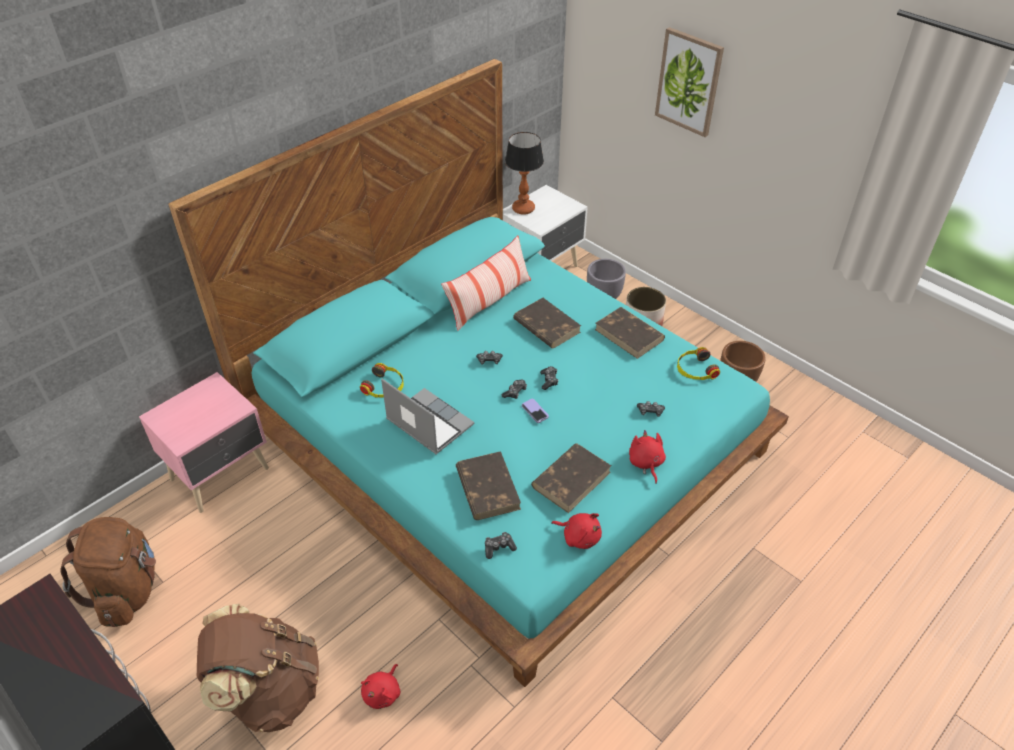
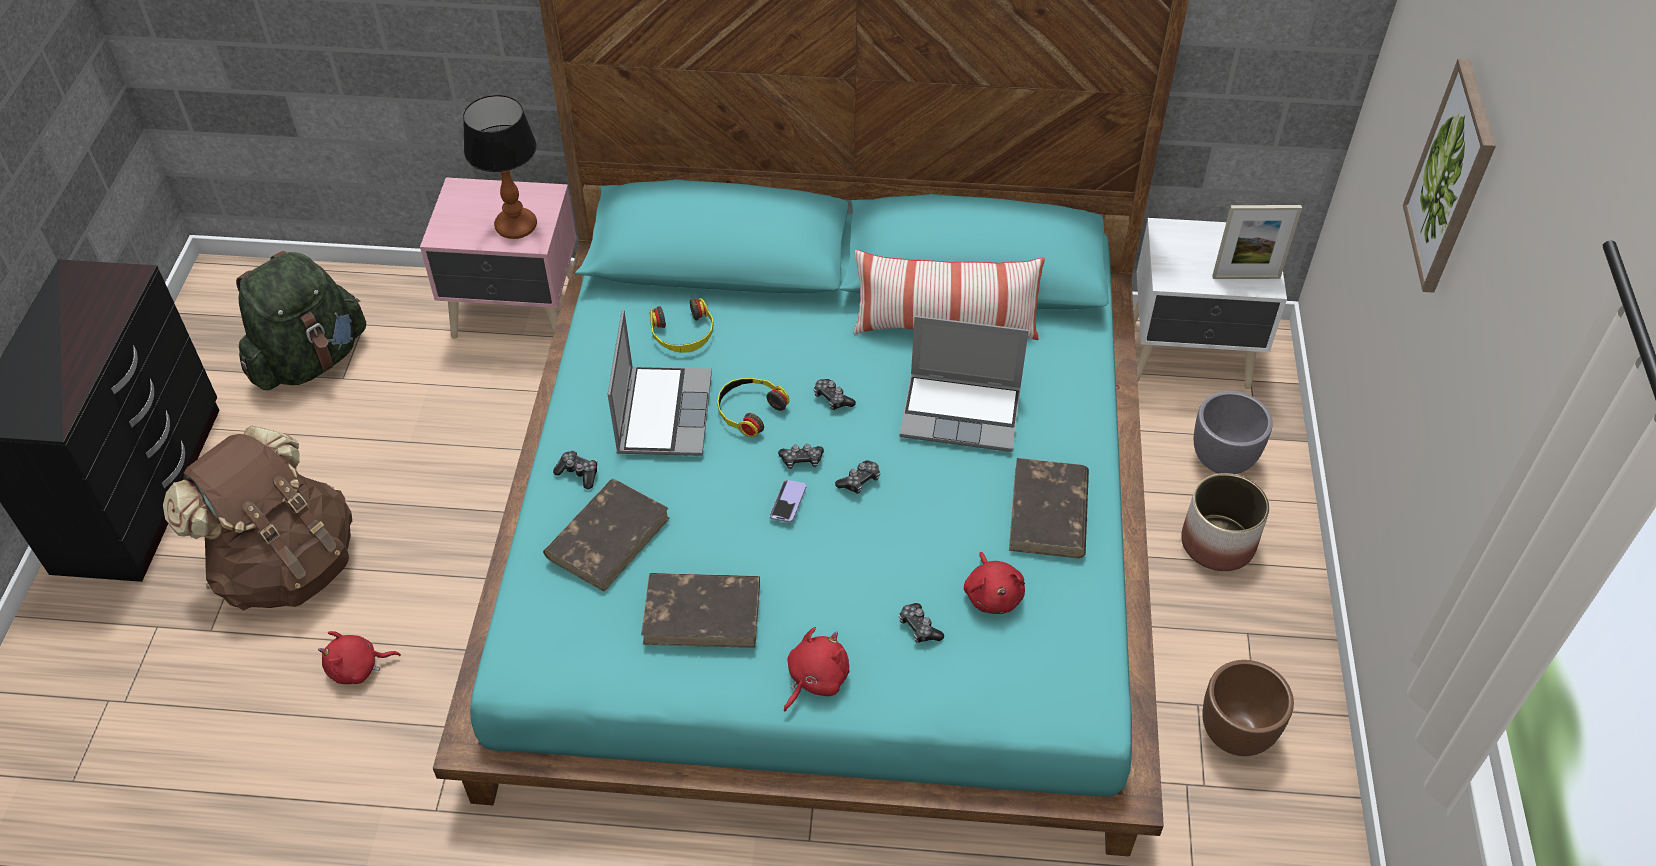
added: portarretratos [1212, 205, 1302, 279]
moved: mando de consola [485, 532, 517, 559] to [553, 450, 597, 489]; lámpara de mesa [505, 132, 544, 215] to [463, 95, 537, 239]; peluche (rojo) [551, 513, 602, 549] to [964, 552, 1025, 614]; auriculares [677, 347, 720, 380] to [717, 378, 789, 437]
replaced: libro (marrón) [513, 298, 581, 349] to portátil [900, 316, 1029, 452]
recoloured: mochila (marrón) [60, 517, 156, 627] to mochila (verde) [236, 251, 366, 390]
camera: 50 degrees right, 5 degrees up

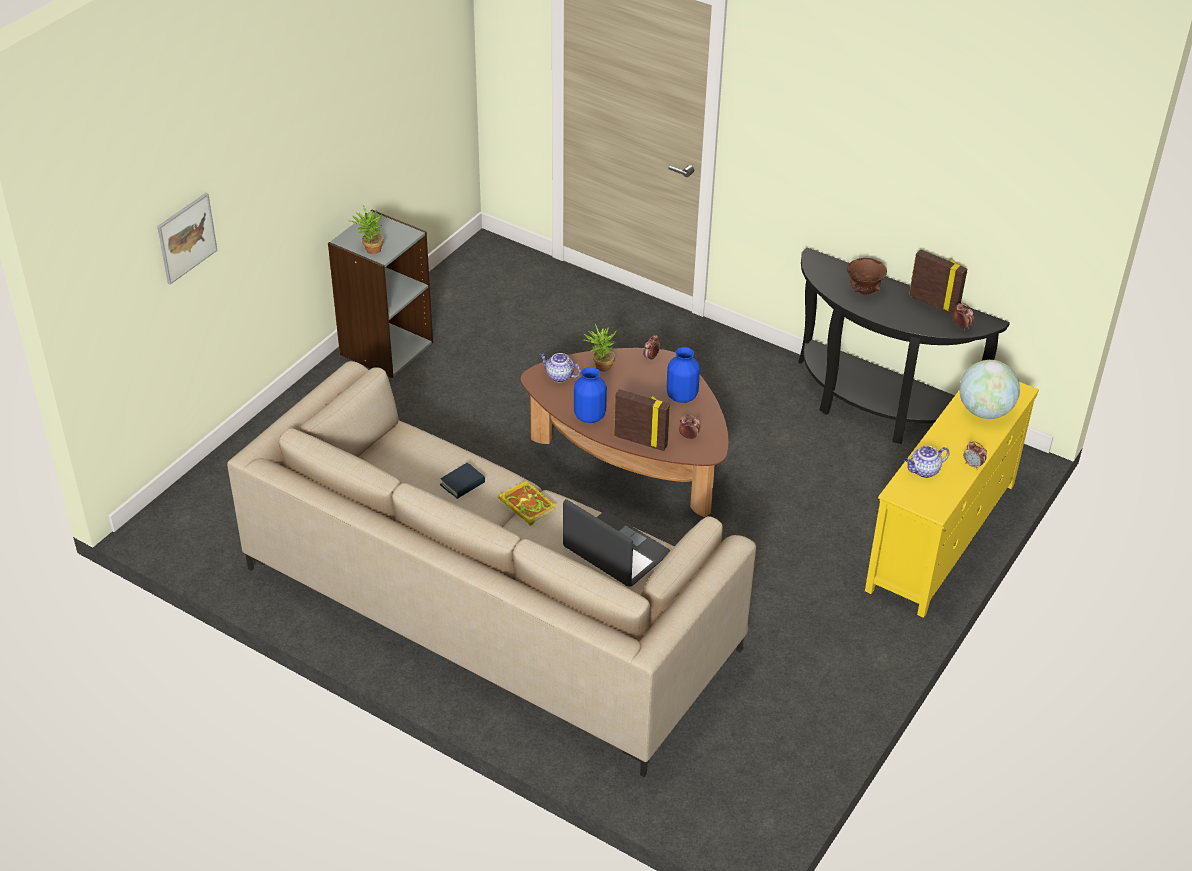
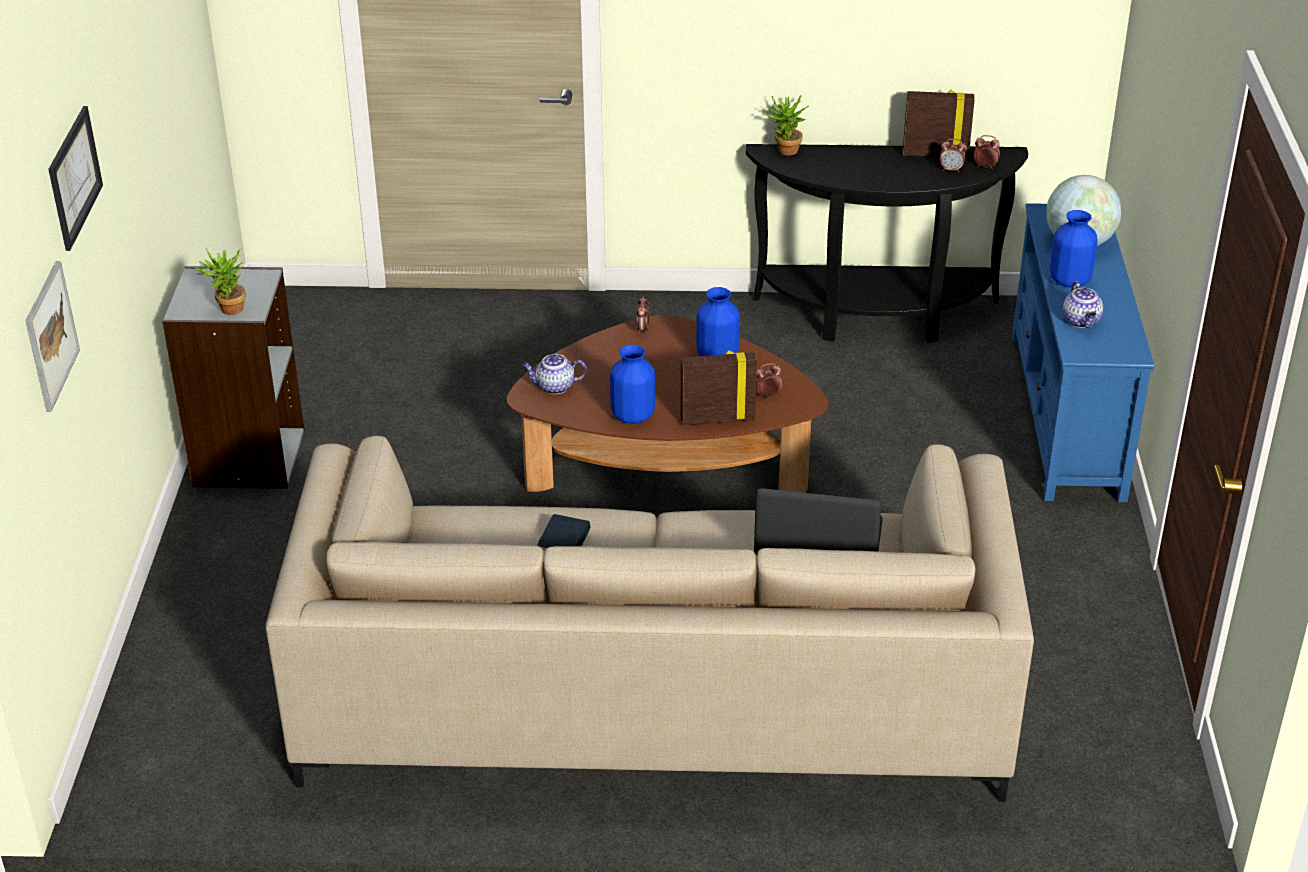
removed: libro [497, 481, 556, 526]; cuenco (marrón) [847, 258, 887, 294]
added: cuadro [48, 106, 103, 251]; florero (azul) [1050, 210, 1098, 288]
moved: planta en maceta [583, 323, 617, 372] to [764, 96, 809, 156]; despertador [964, 441, 987, 470] to [940, 139, 967, 172]
recoloured: mueble de televisión (amarillo) [865, 382, 1039, 618] to mueble de televisión (azul) [1012, 203, 1155, 502]
turned: tetera [905, 446, 949, 478] = [1063, 281, 1103, 328] 45 degrees counterclockwise
camera: 30 degrees left, 5 degrees down

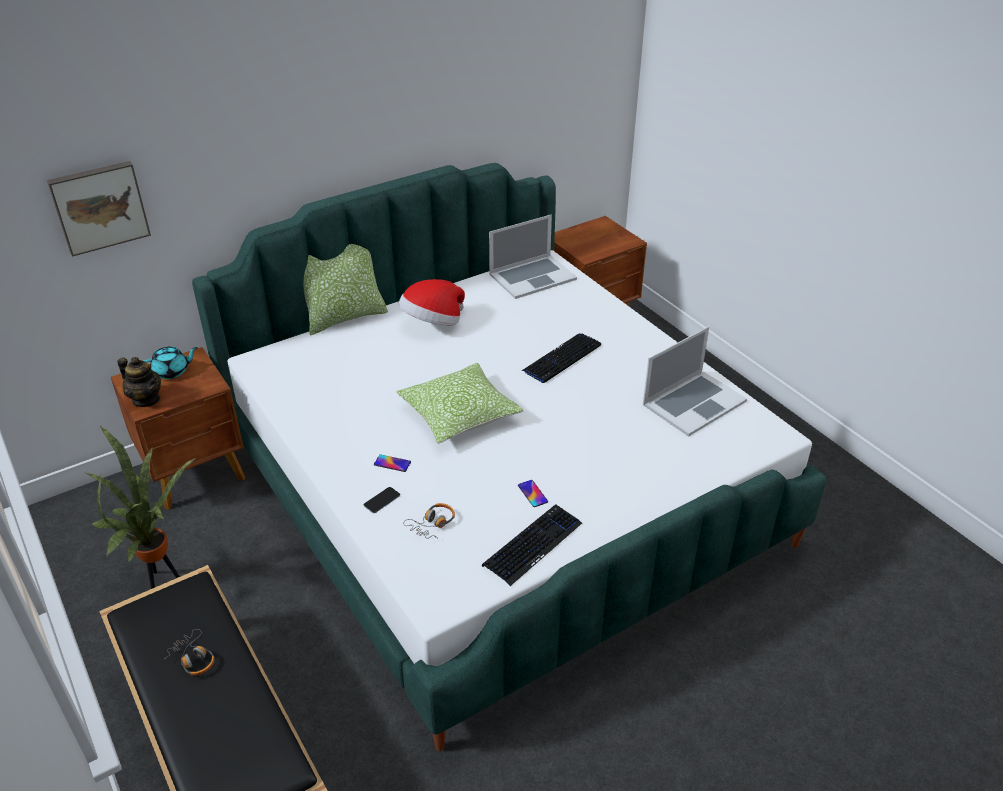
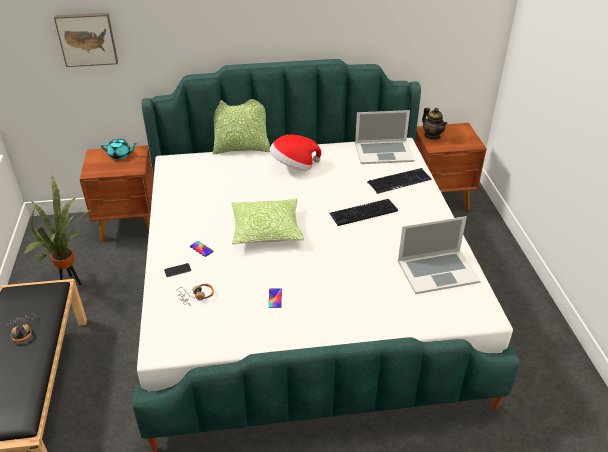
moved: tetera [117, 357, 161, 407] to [422, 108, 447, 140]; teclado [482, 504, 582, 586] to [367, 168, 432, 194]
camera: 25 degrees right, 0 degrees up

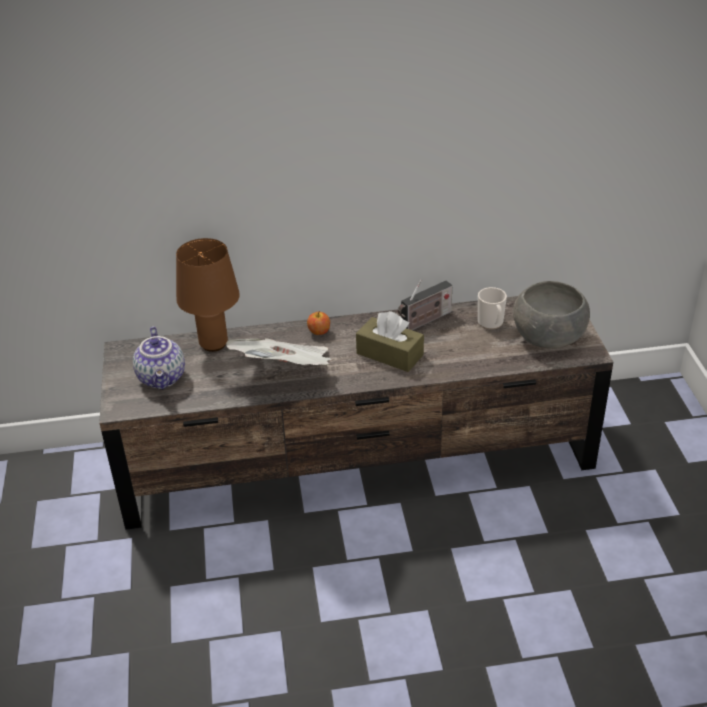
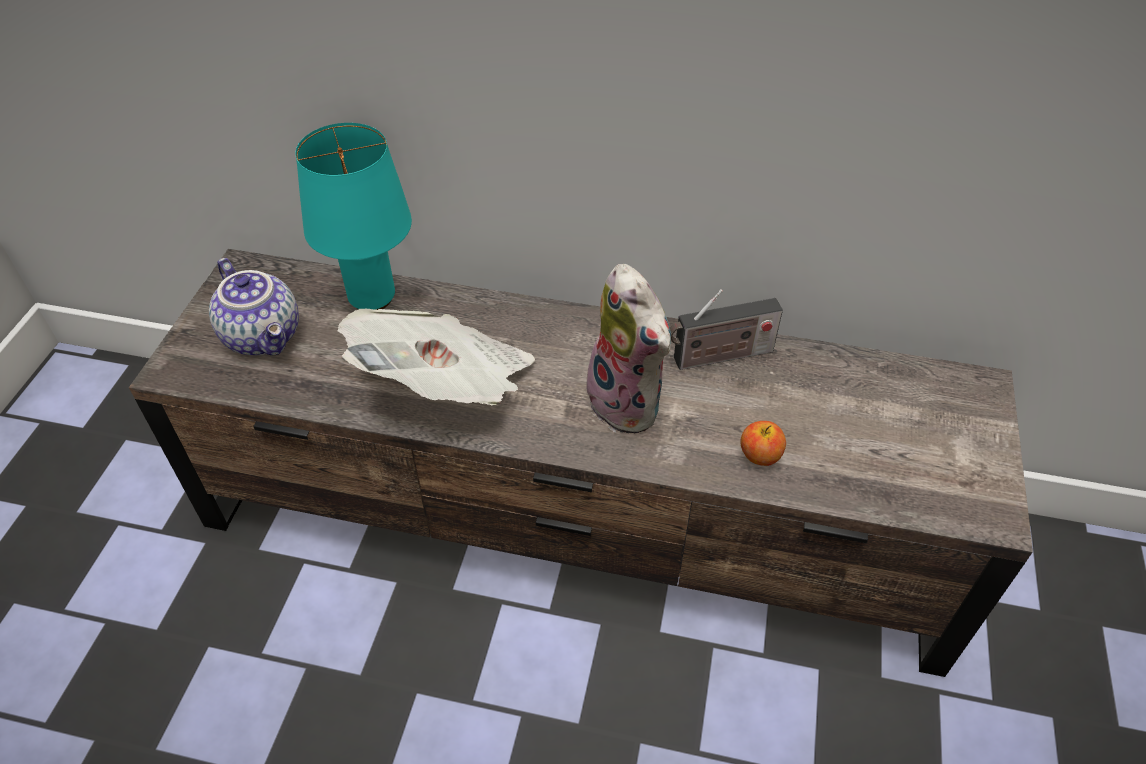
removed: taza grande [478, 287, 507, 329]; cuenco (gris) [513, 281, 590, 349]
moved: manzana [307, 311, 330, 335] to [740, 421, 786, 466]
replaced: caja de pañuelos (marrón) [356, 311, 424, 372] to peluche [580, 264, 671, 433]
recoloured: lámpara de mesa (marrón) [176, 238, 240, 352] to lámpara de mesa (turquesa) [295, 123, 412, 310]
turned: tetera [133, 326, 185, 390] = [209, 258, 299, 356] 45 degrees counterclockwise
camera: 20 degrees right, 10 degrees up

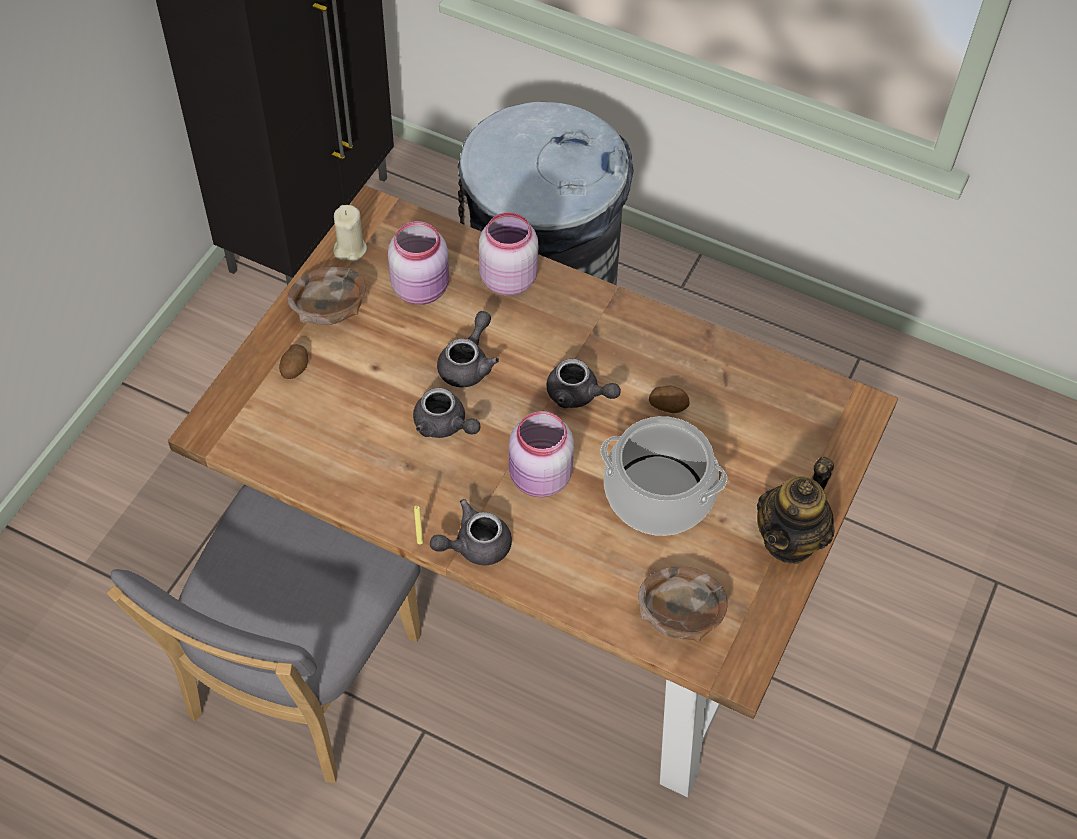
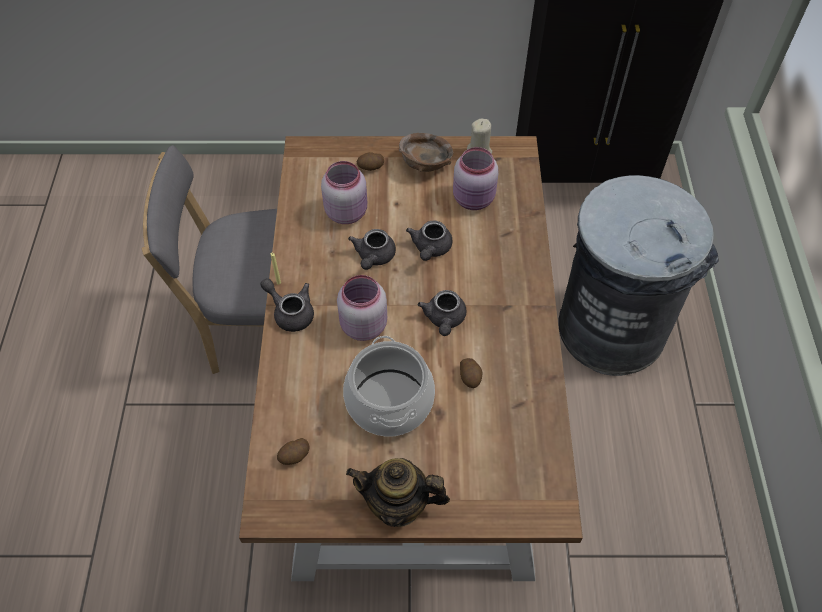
moved: tarro (rosa) [479, 212, 538, 296] to [321, 161, 367, 224]
replaced: cuenco (marrón) [638, 567, 728, 642] to patata [277, 438, 310, 465]
turned: tetera (gris) [437, 311, 499, 387] = [406, 221, 453, 261] 105 degrees clockwise
camera: 65 degrees right, 0 degrees up

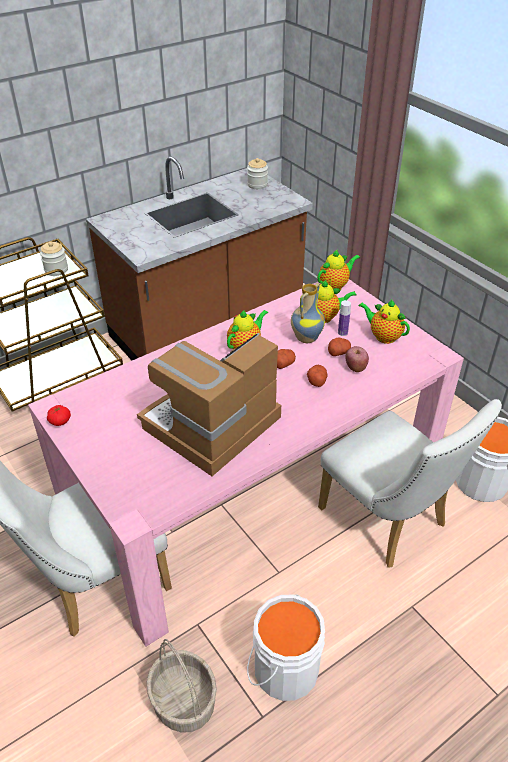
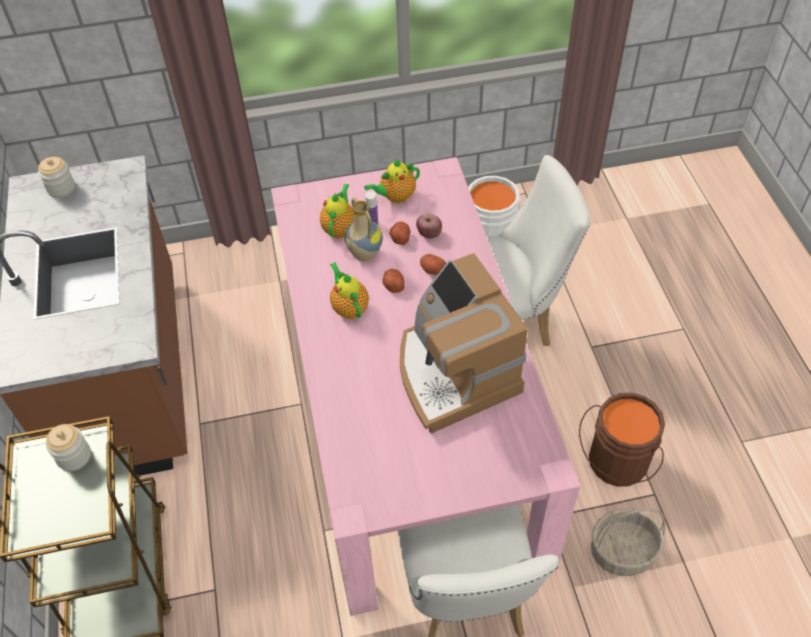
removed: tomate [47, 405, 71, 426]; tetera [317, 249, 360, 290]
recoloured: cubo (blanco) [247, 594, 325, 701] to cubo (marrón) [579, 393, 665, 487]
camera: 65 degrees left, 10 degrees up

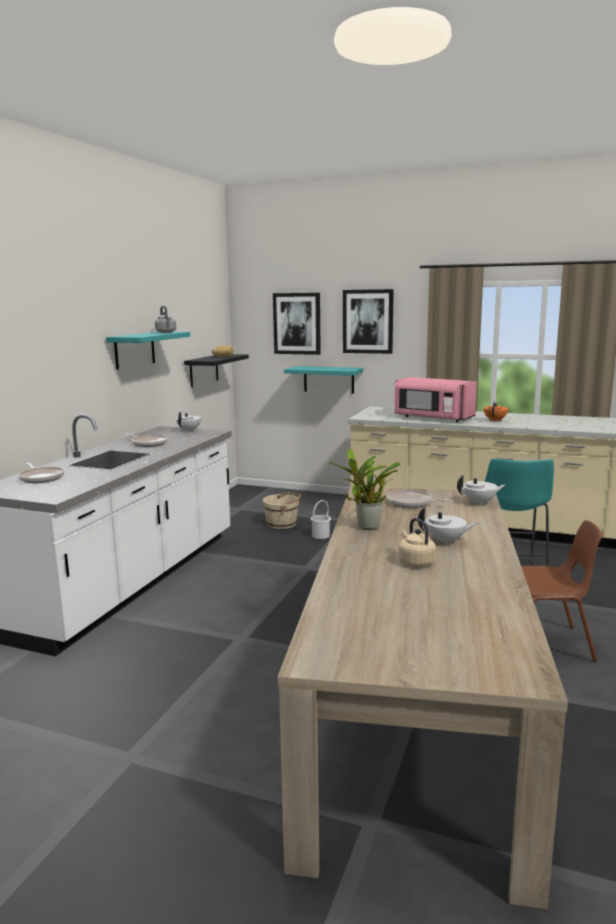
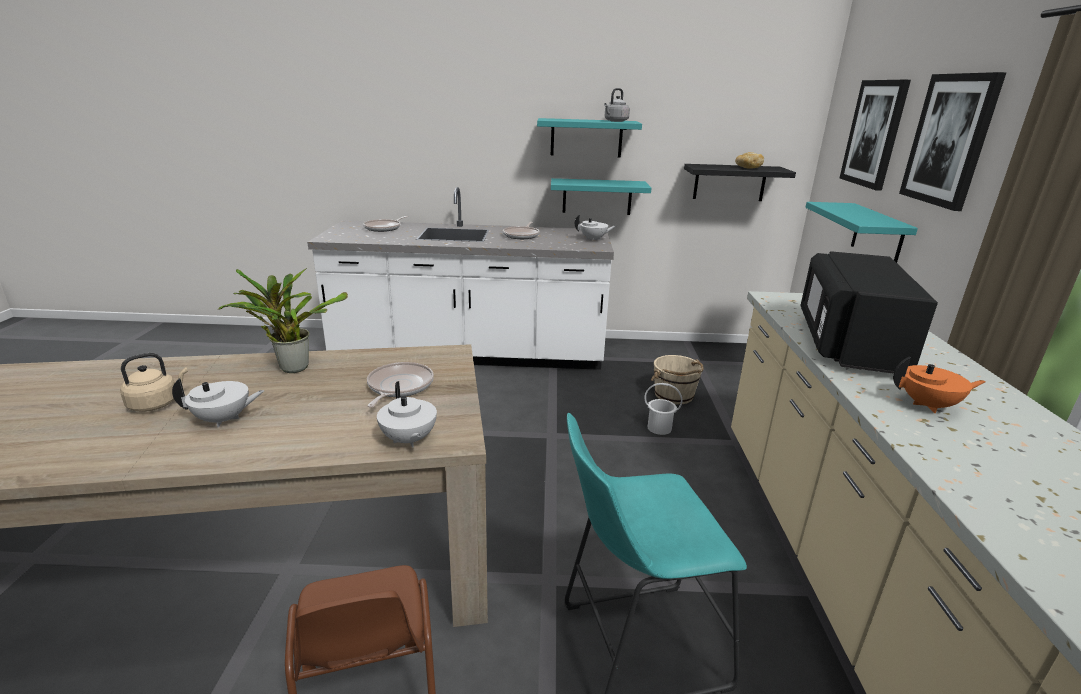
added: estante (turquesa) [551, 178, 651, 215]
recoloured: microondas (rosa) [395, 377, 477, 422] to microondas (negro) [800, 251, 938, 374]
turned: tetera (blanco) [418, 507, 478, 545] = [172, 378, 264, 427] 90 degrees counterclockwise
camera: 70 degrees right, 10 degrees up

